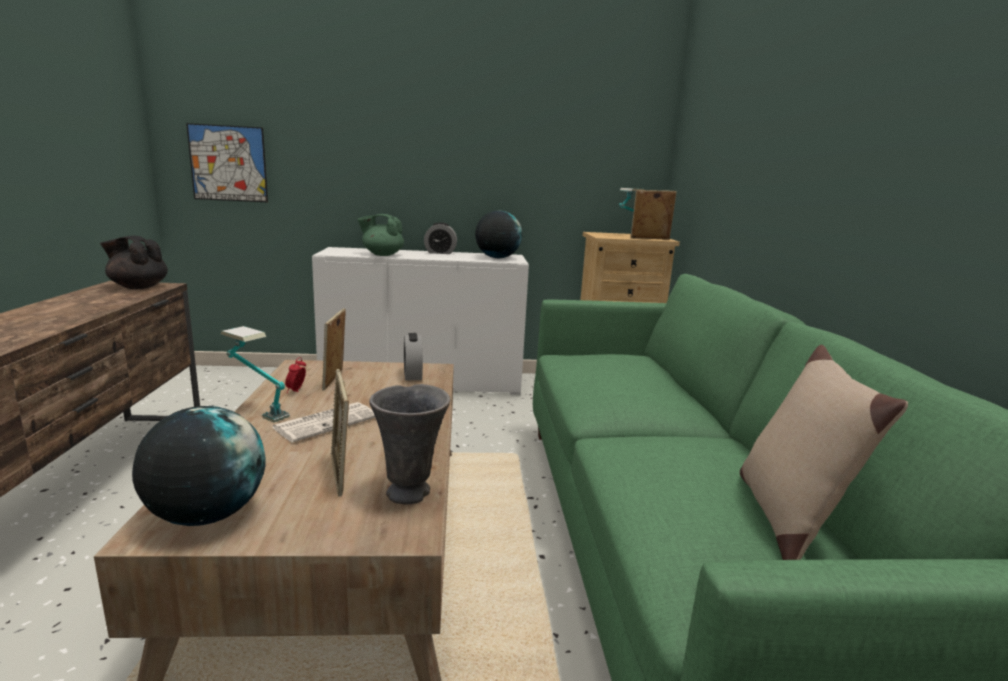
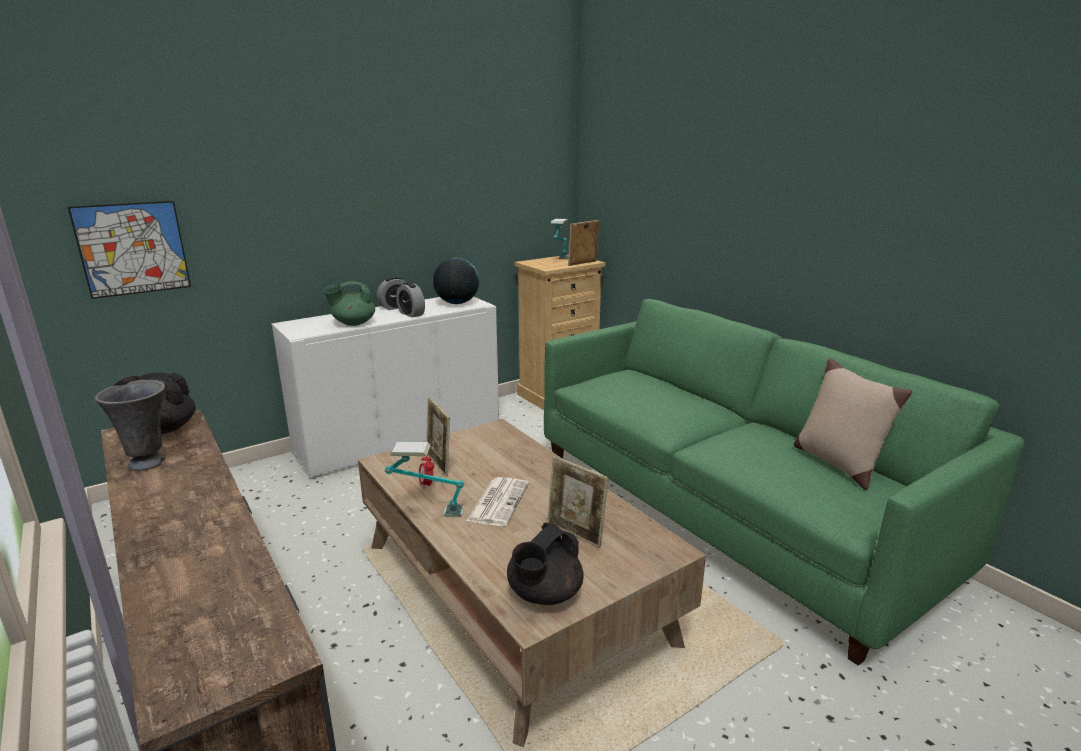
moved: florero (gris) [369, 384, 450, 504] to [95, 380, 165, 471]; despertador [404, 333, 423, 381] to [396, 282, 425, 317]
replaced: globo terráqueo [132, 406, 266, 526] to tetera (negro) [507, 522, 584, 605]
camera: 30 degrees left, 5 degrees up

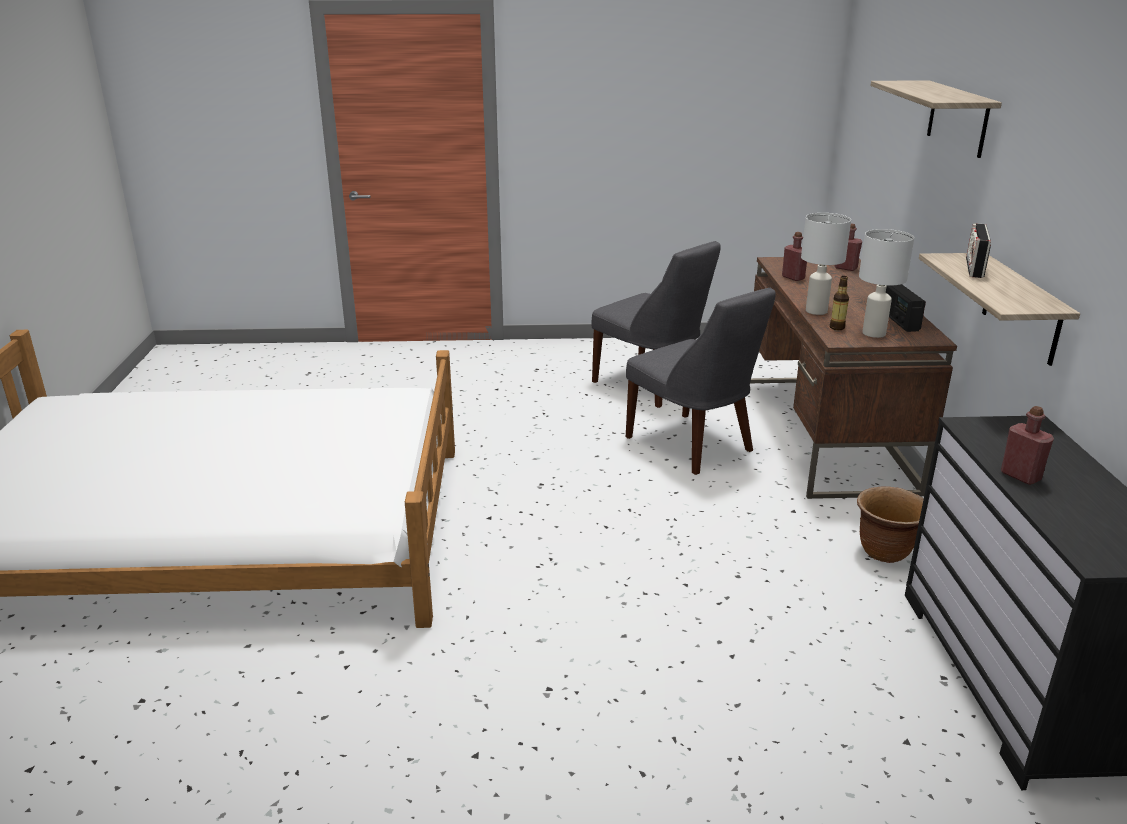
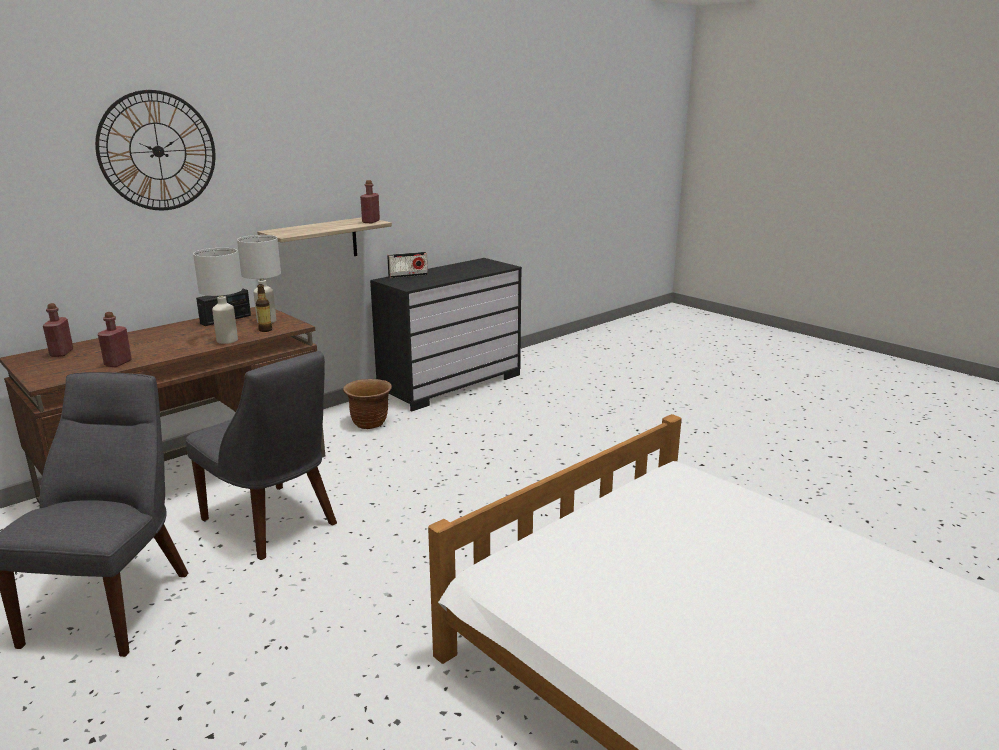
moved: radio [966, 223, 991, 278] to [387, 252, 428, 278]; botella (rojo) [1001, 406, 1054, 485] to [360, 180, 380, 223]
replaced: estante [870, 80, 1002, 158] to reloj de pared [95, 90, 215, 210]
turned: silla (gris) [626, 288, 776, 475] = [186, 351, 337, 560] 120 degrees clockwise
camera: 130 degrees left, 5 degrees down

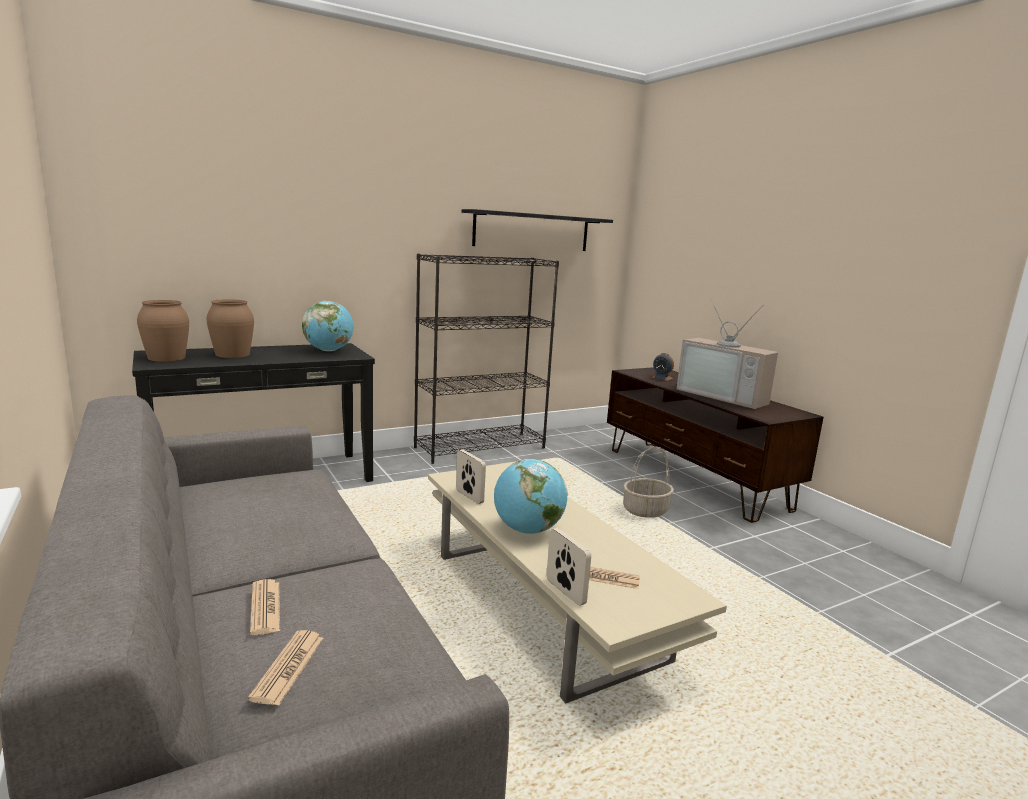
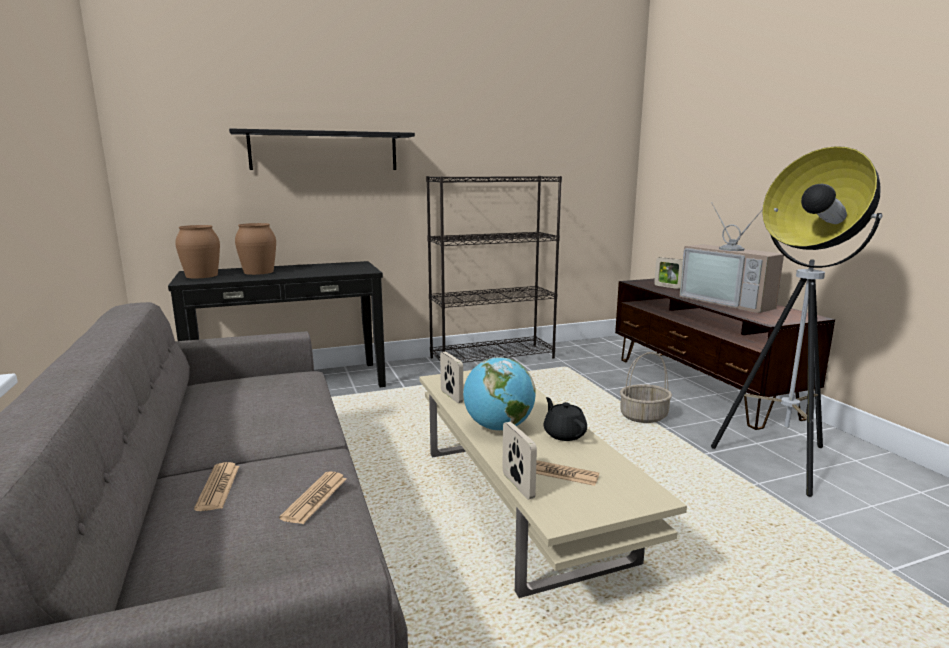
removed: globo terráqueo [302, 301, 354, 351]
added: tetera (negro) [544, 397, 587, 441]; lámpara de pie [711, 146, 883, 497]
moved: periódico [248, 630, 323, 706] to [279, 472, 347, 524]; estante (negro) [462, 209, 613, 251] to [229, 128, 415, 170]
replaced: despertador [651, 353, 674, 381] to portarretratos [654, 257, 683, 289]
camera: 10 degrees right, 0 degrees up

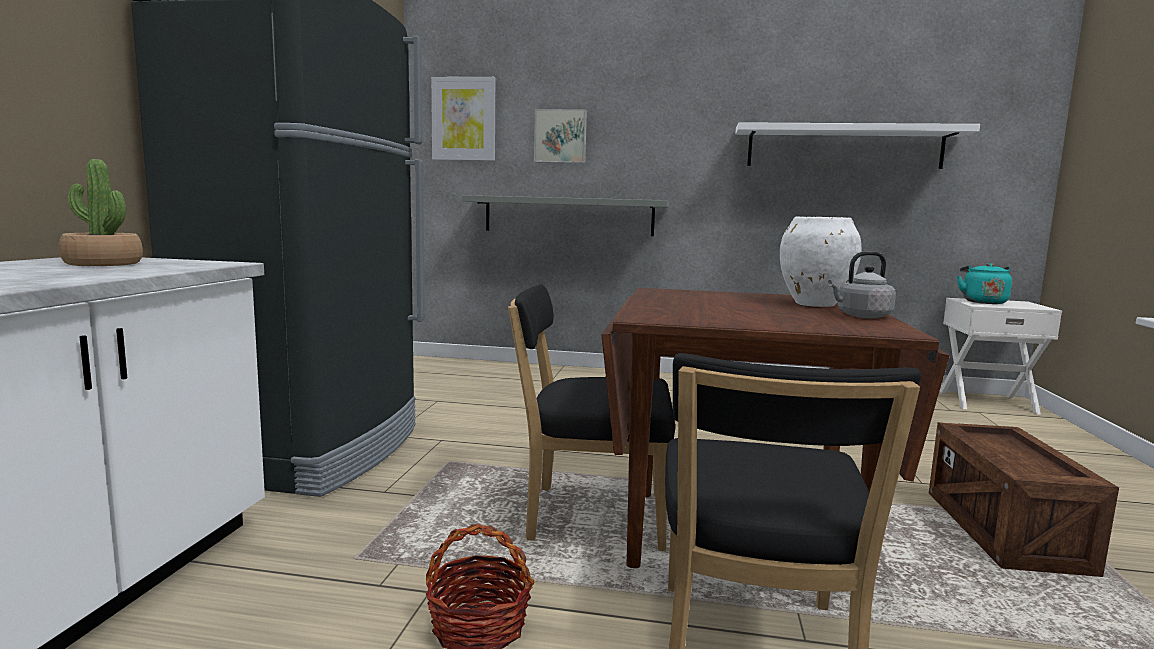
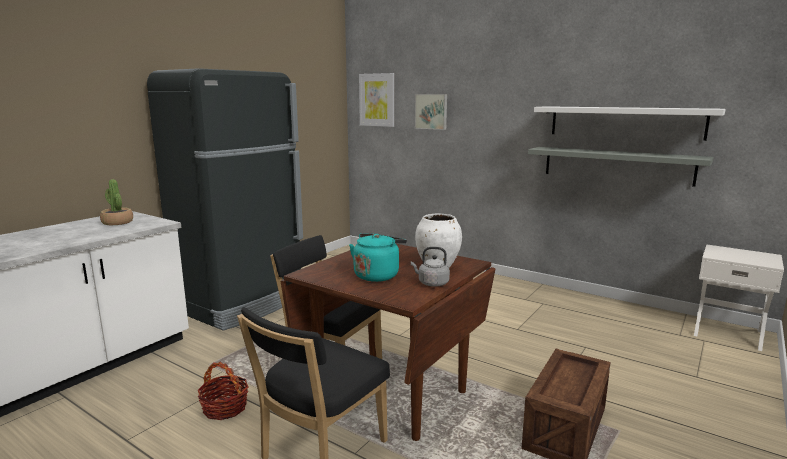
moved: estante (gris) [462, 195, 669, 236] to [528, 147, 713, 187]; hervidor (turquesa) [957, 263, 1012, 304] to [349, 233, 407, 282]
camera: 25 degrees right, 5 degrees up

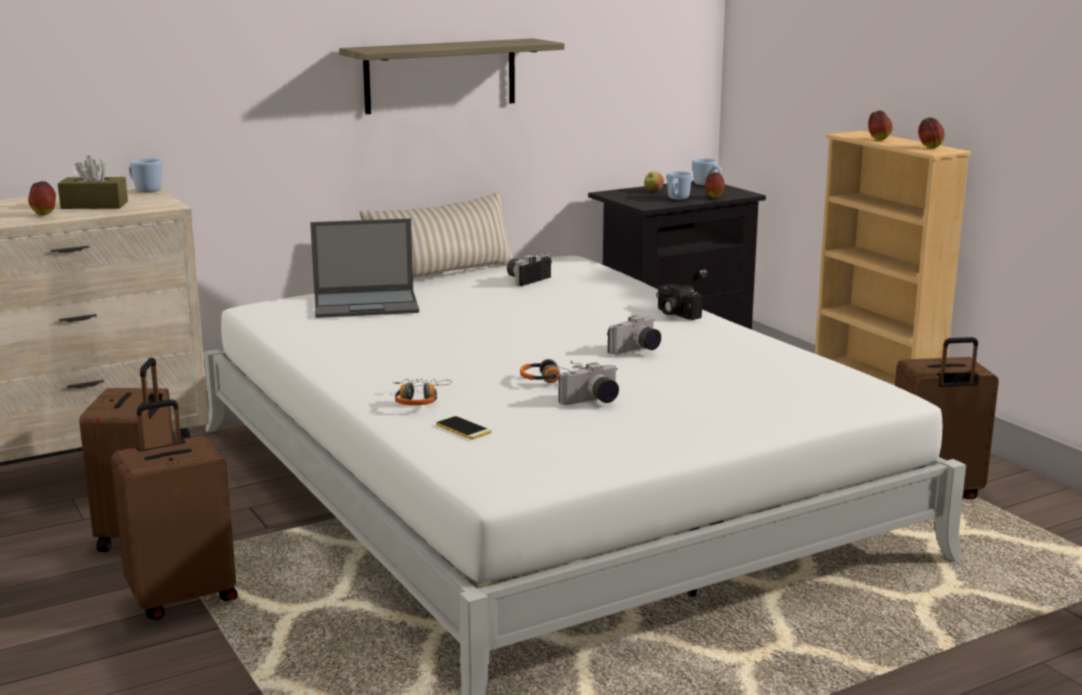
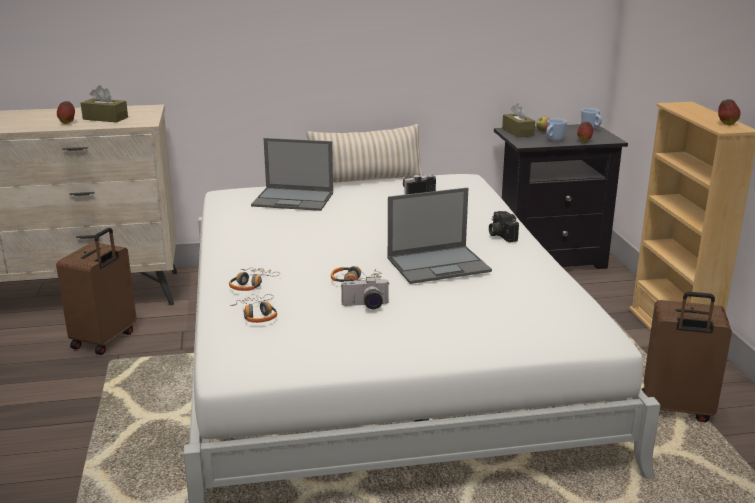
removed: maleta (marrón) [111, 399, 238, 620]; taza grande (azul) [129, 158, 162, 193]; estante [339, 38, 564, 114]; manzana [868, 111, 892, 140]
added: caja de pañuelos (marrón) [502, 103, 535, 137]
replaced: móvil [436, 416, 492, 439] to auriculares [230, 294, 277, 323]; cámara [607, 315, 661, 355] to portátil [387, 187, 492, 284]
camera: 20 degrees right, 5 degrees up

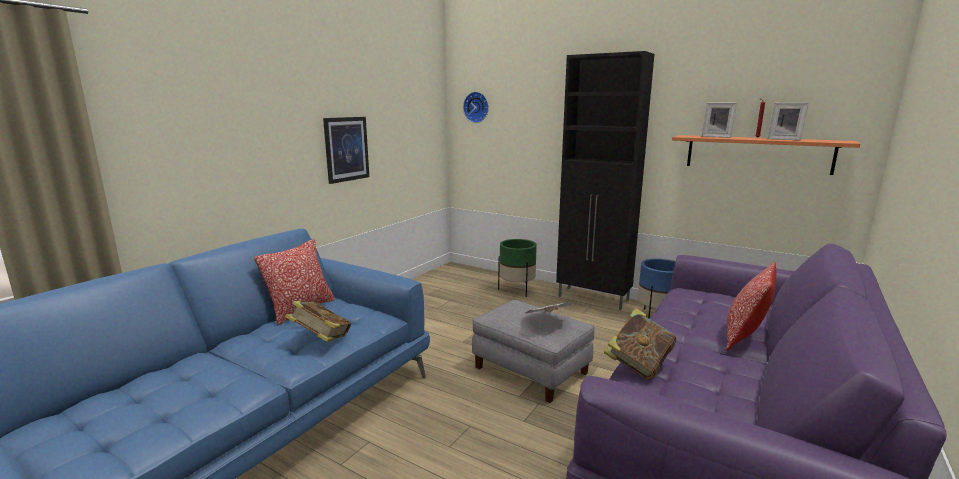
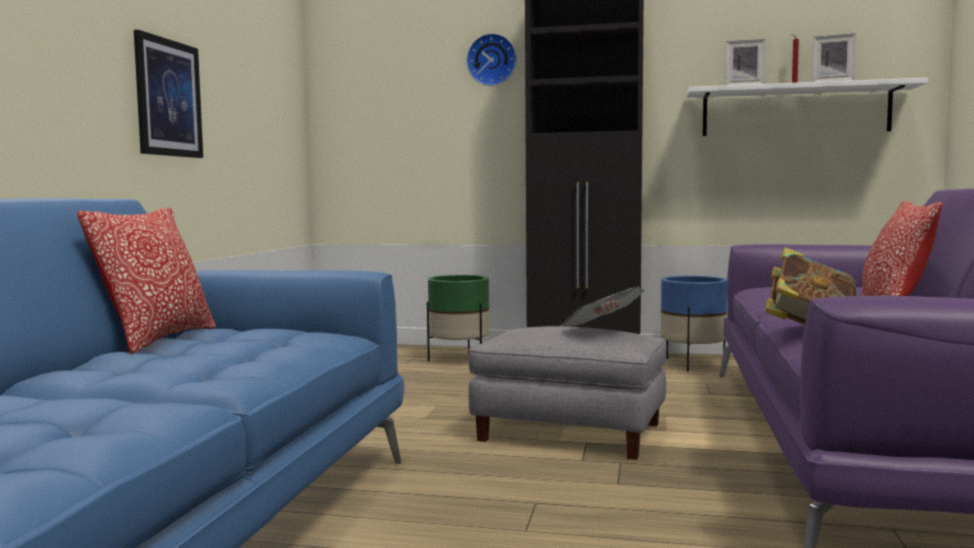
removed: libro [285, 301, 351, 342]
moved: reloj de pared [463, 92, 489, 123] to [466, 33, 517, 86]
recoloured: estante (naranja) [672, 135, 860, 175] to estante (blanco) [687, 78, 928, 136]
camera: 20 degrees left, 10 degrees down

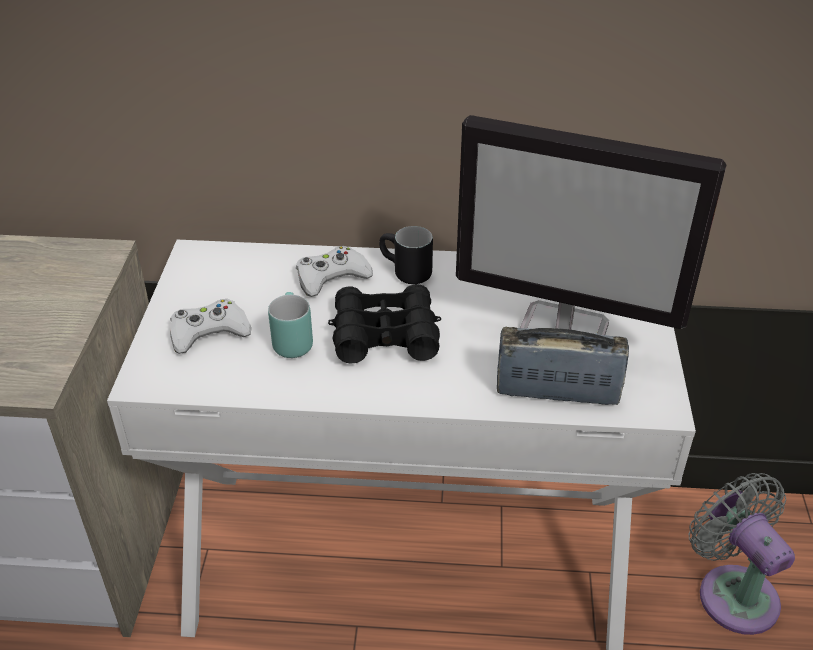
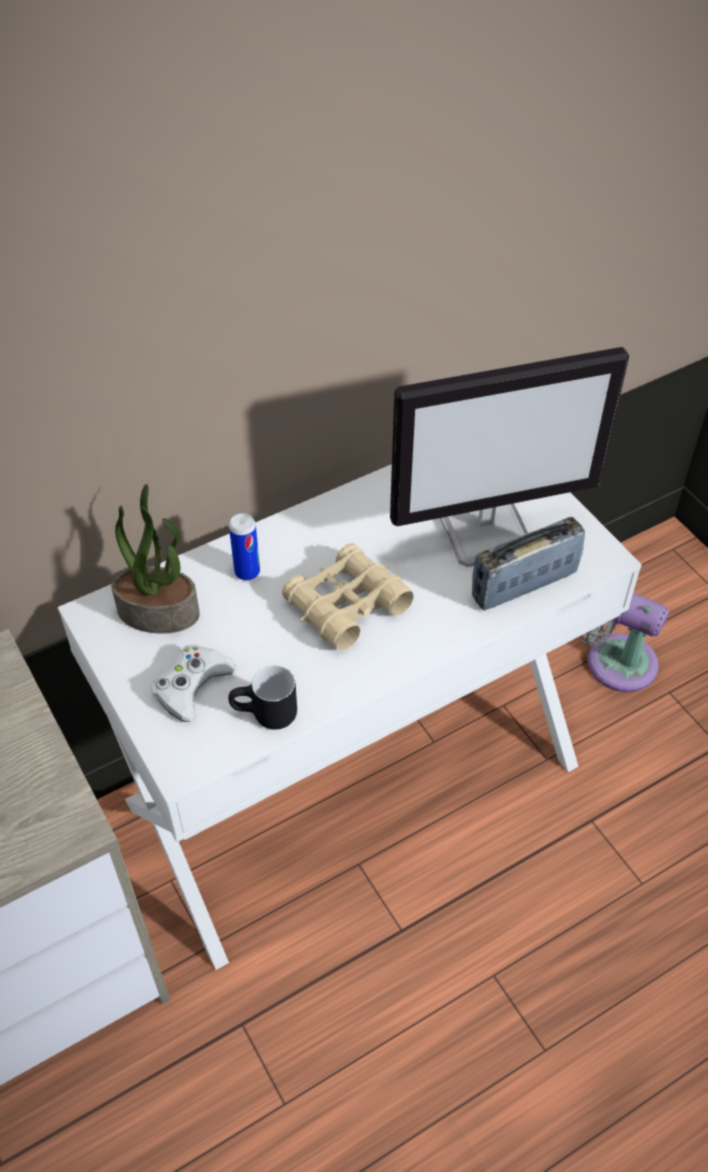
removed: taza grande (turquesa) [268, 292, 313, 358]
added: planta en maceta [111, 484, 200, 633]
moved: taza grande (negro) [379, 226, 433, 284] to [228, 665, 297, 730]
replaced: mando de consola (blanco) [296, 246, 373, 297] to lata [229, 513, 260, 581]
recoloured: prismáticos (negro) [328, 284, 441, 364] to prismáticos (beis) [282, 543, 414, 650]
camera: 35 degrees left, 10 degrees up

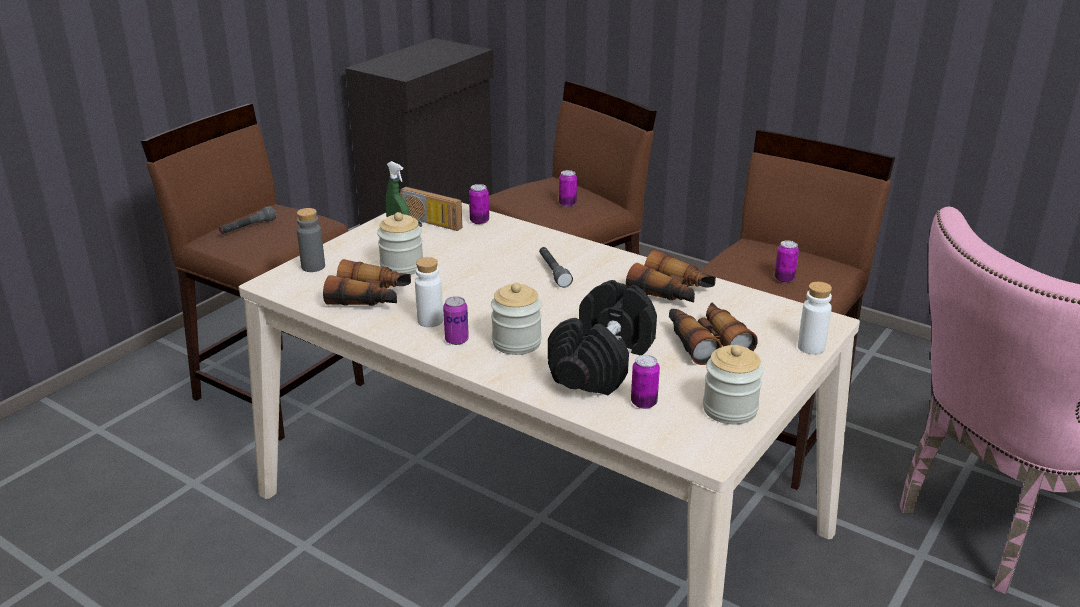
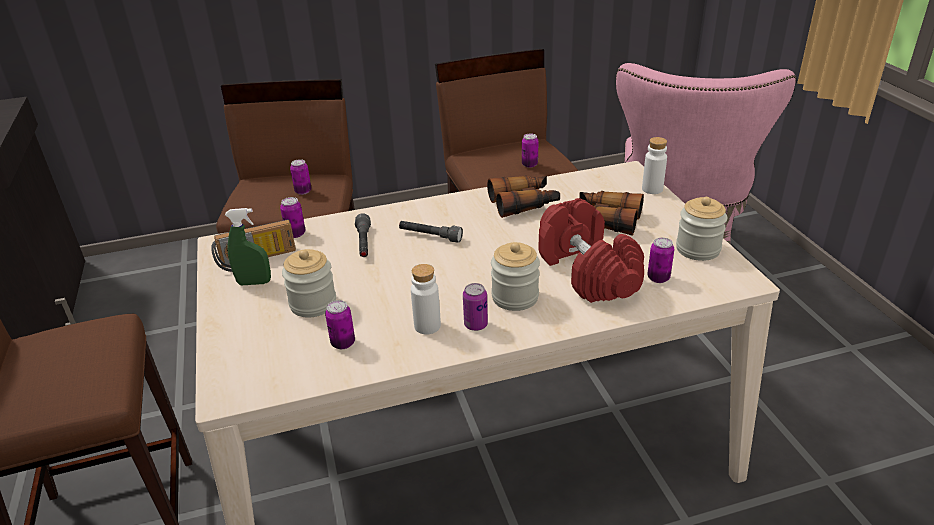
removed: botella (gris) [297, 208, 325, 272]
moved: linterna (gris) [219, 206, 276, 234] to [355, 213, 371, 257]
replaced: prismáticos [323, 259, 411, 306] to lata [325, 300, 355, 349]
recoloured: mancuerna (negro) [548, 280, 657, 395] to mancuerna (rojo) [538, 198, 644, 303]
camera: 50 degrees left, 5 degrees up

